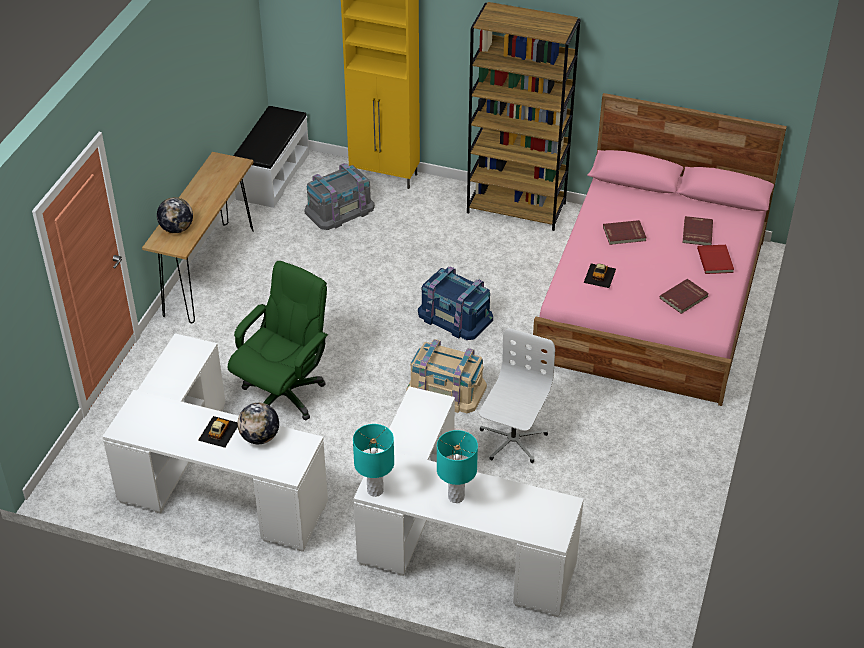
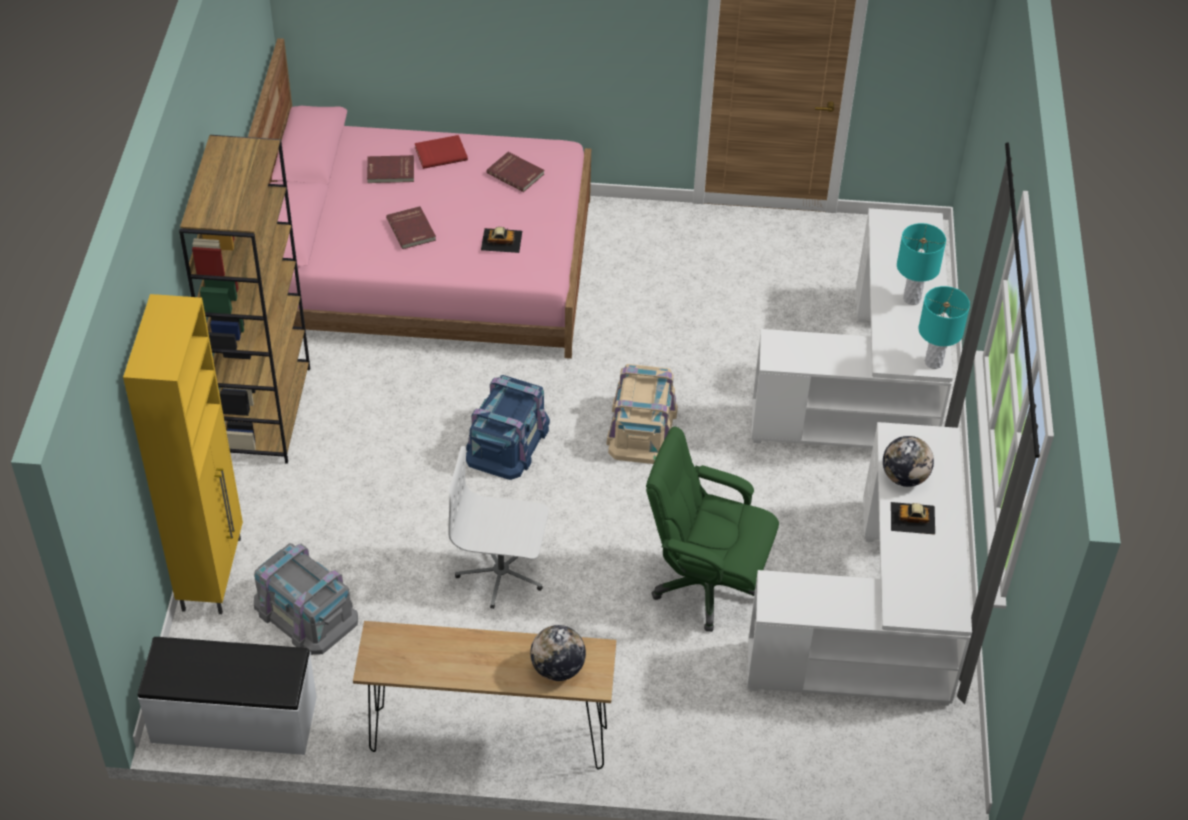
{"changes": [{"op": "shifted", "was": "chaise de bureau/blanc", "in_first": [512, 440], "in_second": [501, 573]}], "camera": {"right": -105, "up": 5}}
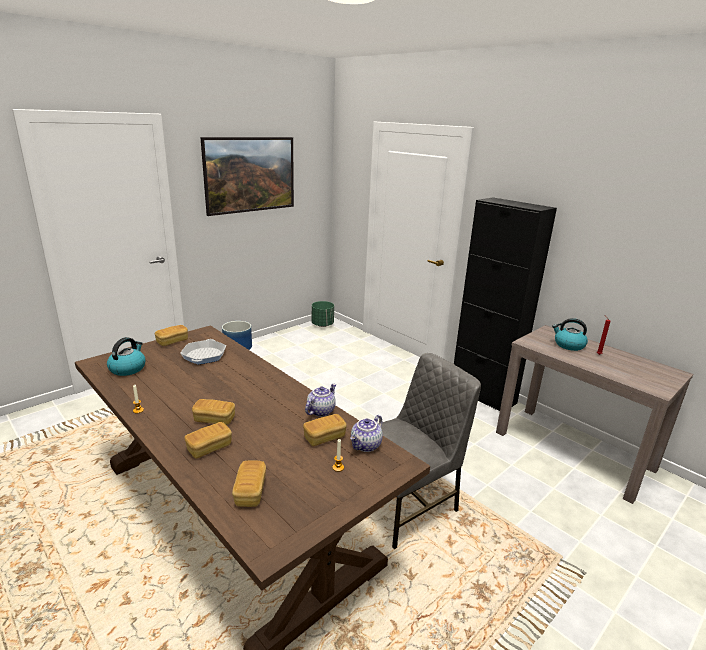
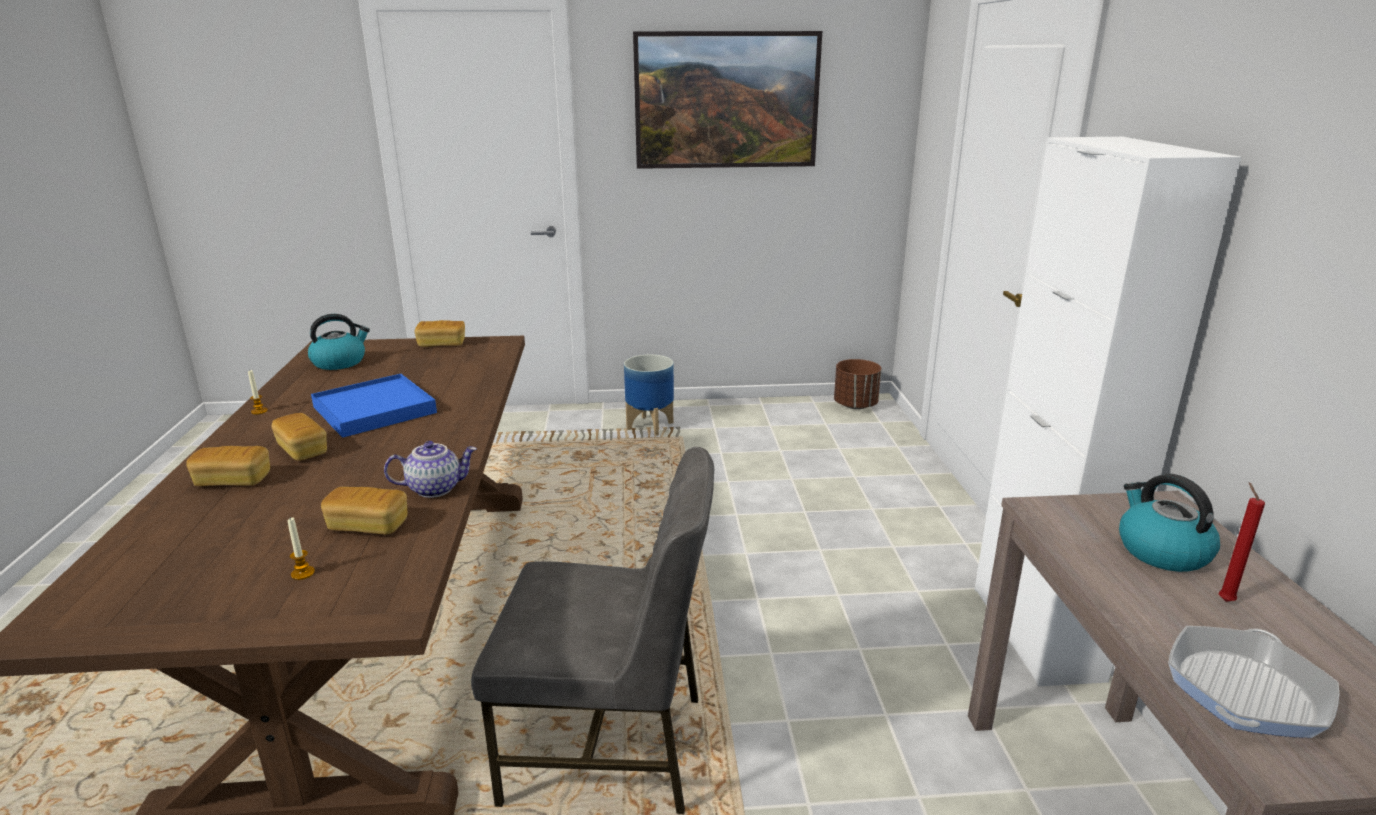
{"changes": [{"op": "shifted", "was": "poêle", "in_first": [204, 355], "in_second": [1245, 691]}, {"op": "gone", "was": "pain", "in_first": [250, 492]}, {"op": "repainted", "was": "cache-pot/vert", "now": "cache-pot/marron", "in_first": [322, 324], "in_second": [855, 405]}, {"op": "gone", "was": "théière", "in_first": [366, 446]}, {"op": "repainted", "was": "meuble de rangement/noir", "now": "meuble de rangement/blanc", "in_first": [483, 395], "in_second": [1036, 632]}, {"op": "new", "now": "plateau/bleu", "in_second": [374, 410]}], "camera": {"right": 40, "up": 0}}
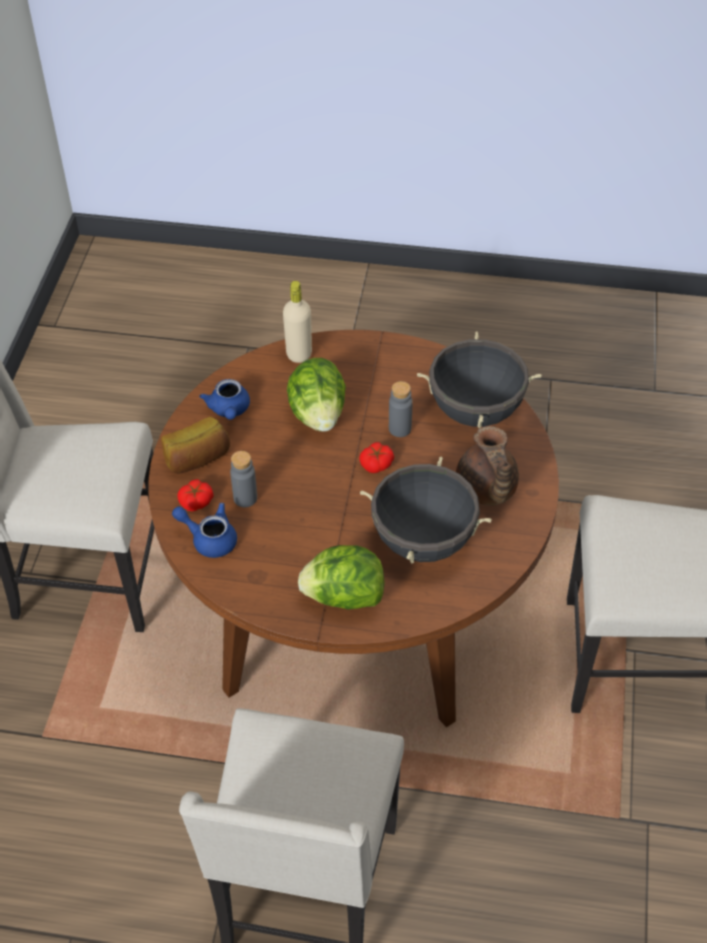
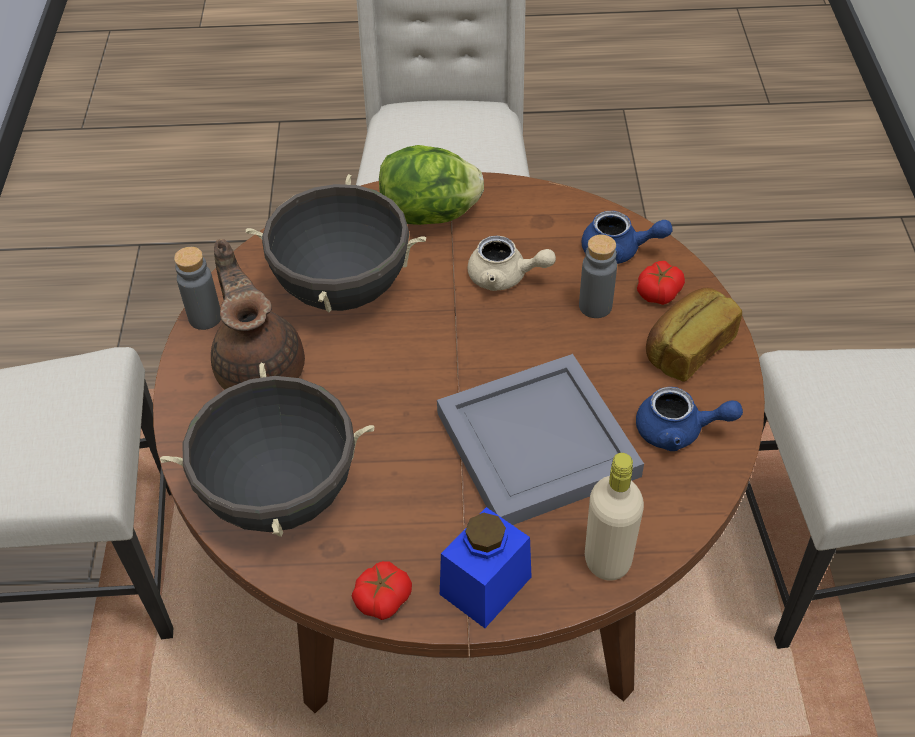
{"changes": [{"op": "rotated", "was": "théière/bleu", "in_first": [229, 410], "in_second": [678, 431], "clockwise": 120}, {"op": "swapped", "was": "laitue", "now": "plateau/gris", "in_first": [318, 414], "in_second": [535, 447]}, {"op": "shifted", "was": "tomate", "in_first": [376, 464], "in_second": [382, 598]}, {"op": "shifted", "was": "bouteille/gris", "in_first": [400, 428], "in_second": [205, 317]}, {"op": "new", "now": "bocal/bleu", "in_second": [485, 585]}, {"op": "new", "now": "théière/beige", "in_second": [505, 277]}], "camera": {"right": 170, "up": 0}}
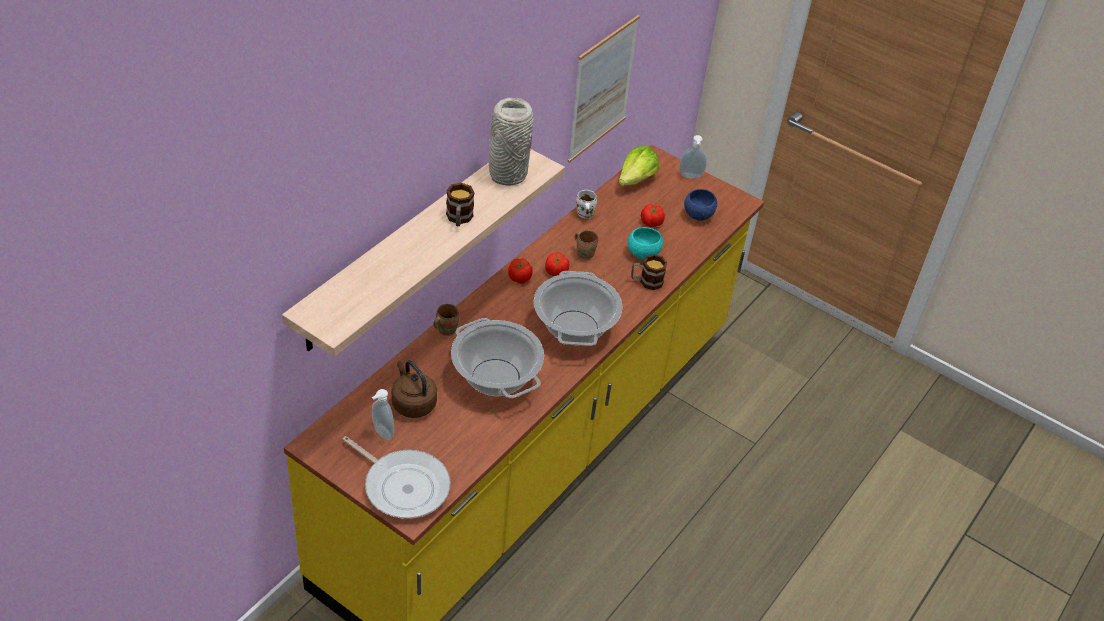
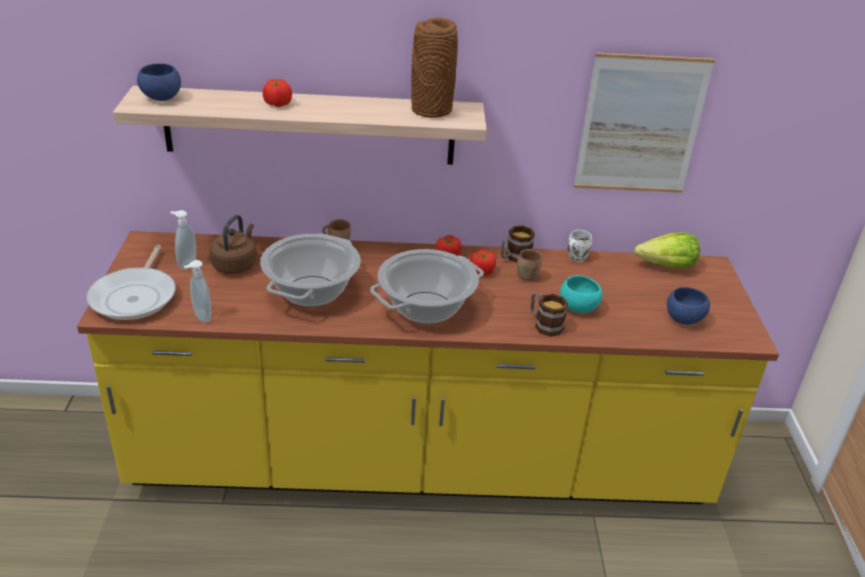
{"changes": [{"op": "shifted", "was": "mug", "in_first": [459, 219], "in_second": [514, 257]}, {"op": "repainted", "was": "vase/gris", "now": "vase/marron", "in_first": [506, 174], "in_second": [431, 110]}, {"op": "shifted", "was": "tomate", "in_first": [651, 222], "in_second": [277, 104]}, {"op": "shifted", "was": "distributeur de savon", "in_first": [690, 177], "in_second": [201, 317]}, {"op": "new", "now": "bol/bleu", "in_second": [161, 98]}], "camera": {"right": 55, "up": -10}}
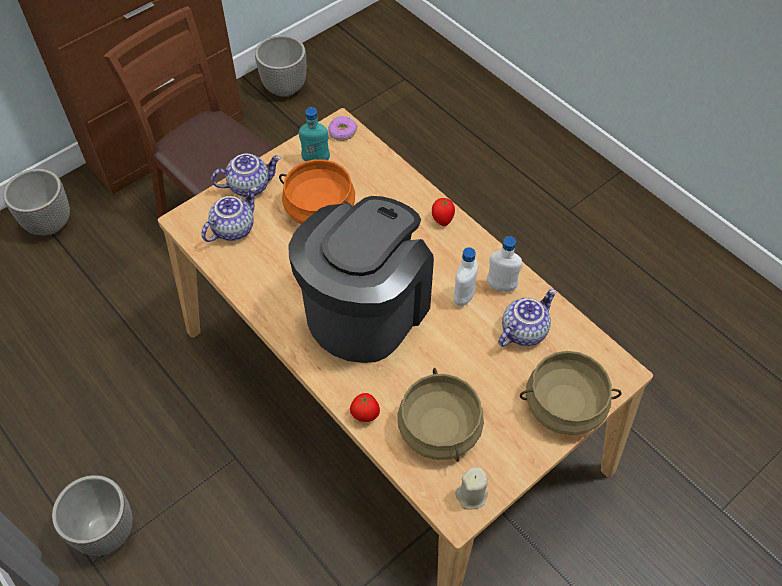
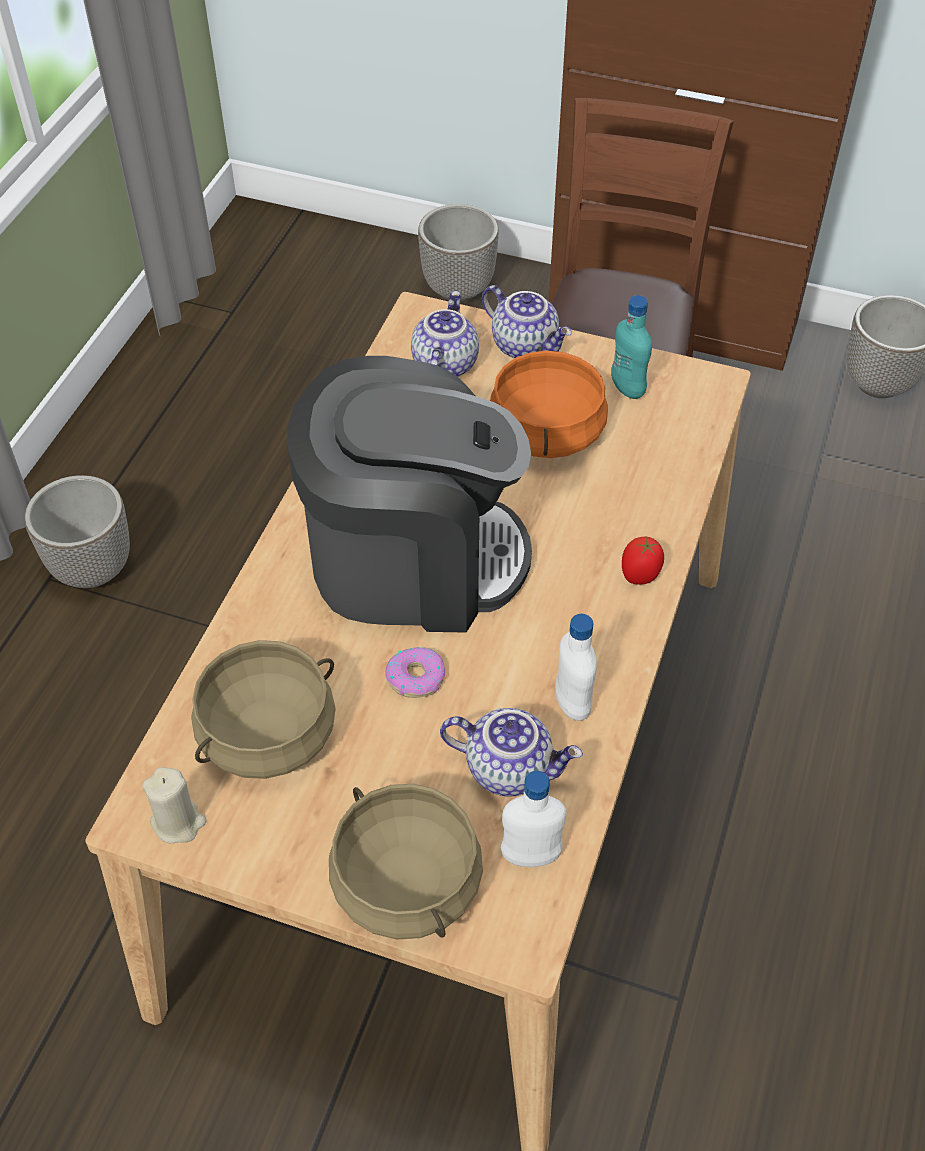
{"changes": [{"op": "rotated", "was": "théière", "in_first": [233, 228], "in_second": [443, 364], "clockwise": -90}, {"op": "shifted", "was": "beignet", "in_first": [342, 131], "in_second": [415, 677]}, {"op": "gone", "was": "tomate", "in_first": [365, 415]}, {"op": "shifted", "was": "bouteille/blanc", "in_first": [463, 297], "in_second": [531, 856]}], "camera": {"right": 60, "up": -5}}
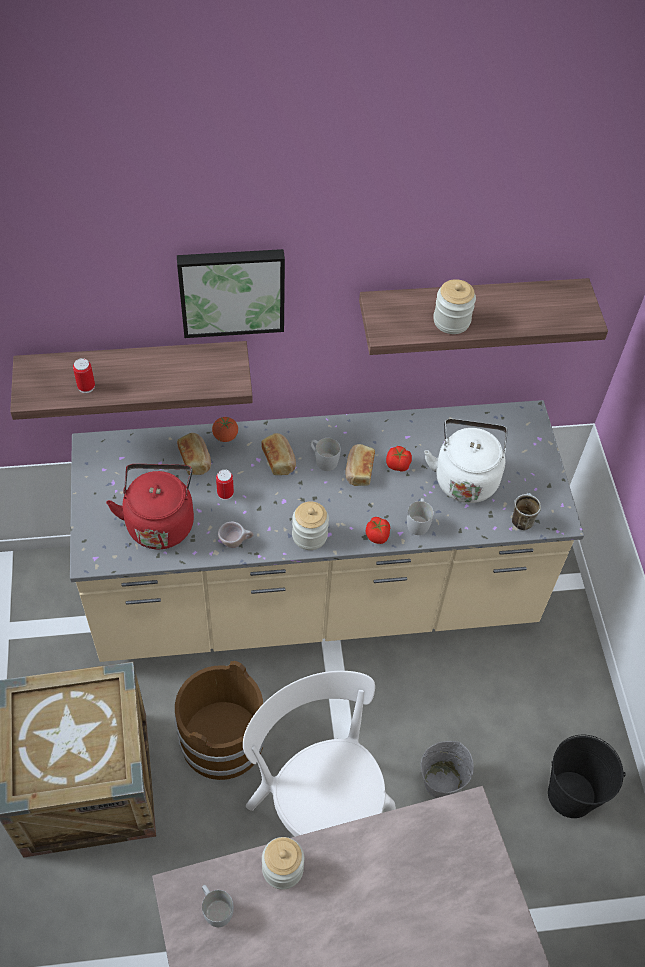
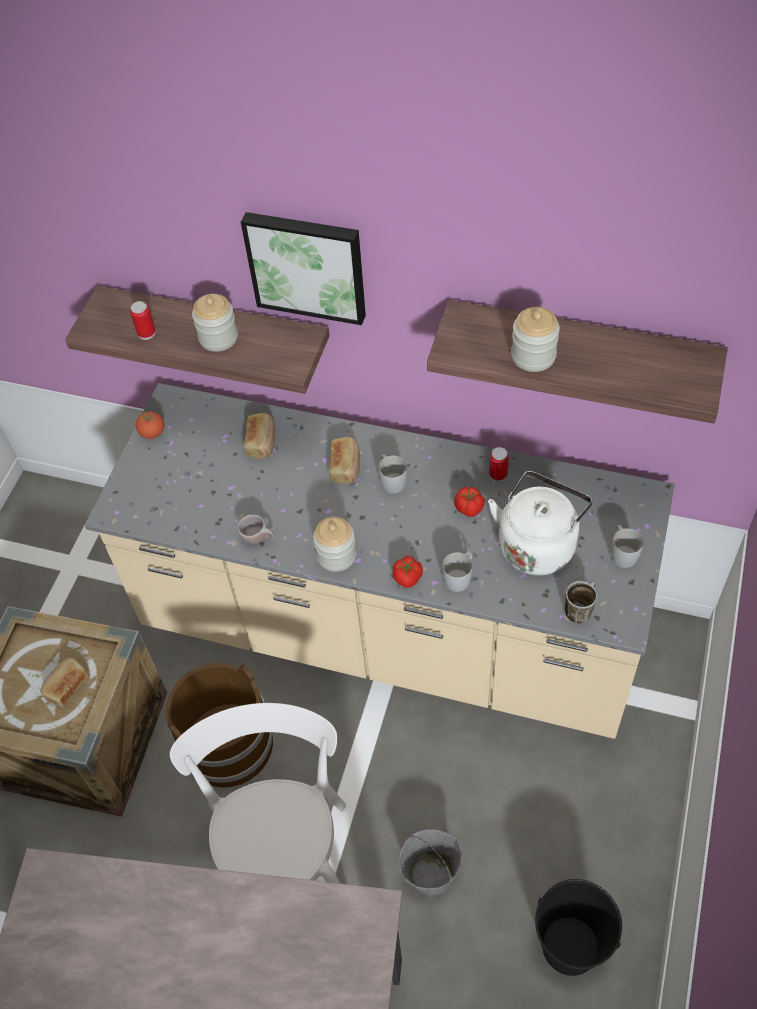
{"changes": [{"op": "gone", "was": "bouilloire/rouge", "in_first": [160, 521]}, {"op": "shifted", "was": "mug/blanc", "in_first": [215, 908], "in_second": [622, 553]}, {"op": "shifted", "was": "tomate", "in_first": [225, 436], "in_second": [152, 433]}, {"op": "shifted", "was": "boîte métallique", "in_first": [225, 493], "in_second": [498, 475]}, {"op": "shifted", "was": "bocal", "in_first": [282, 869], "in_second": [218, 337]}, {"op": "shifted", "was": "pain", "in_first": [358, 471], "in_second": [66, 686]}], "camera": {"right": 30, "up": 0}}
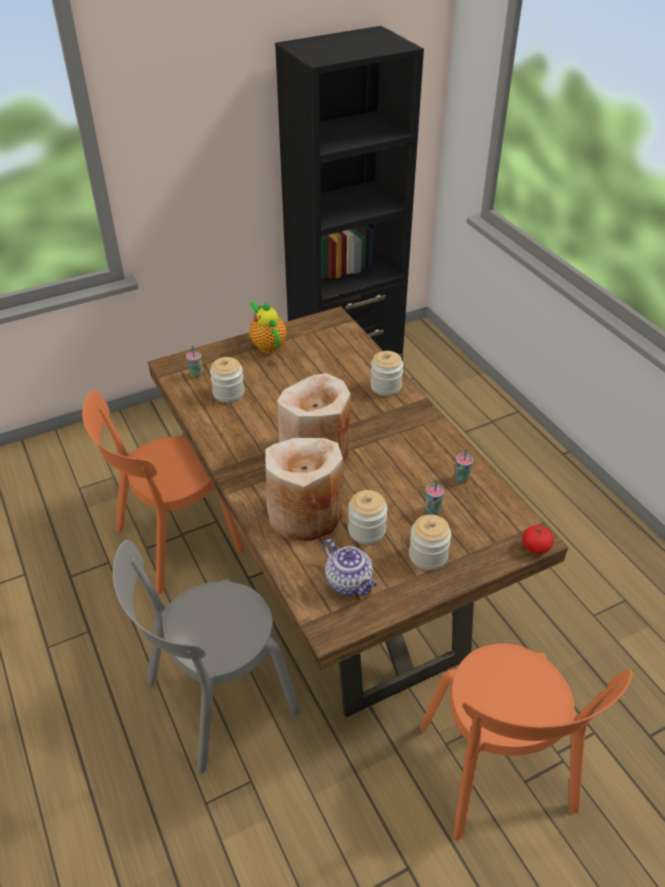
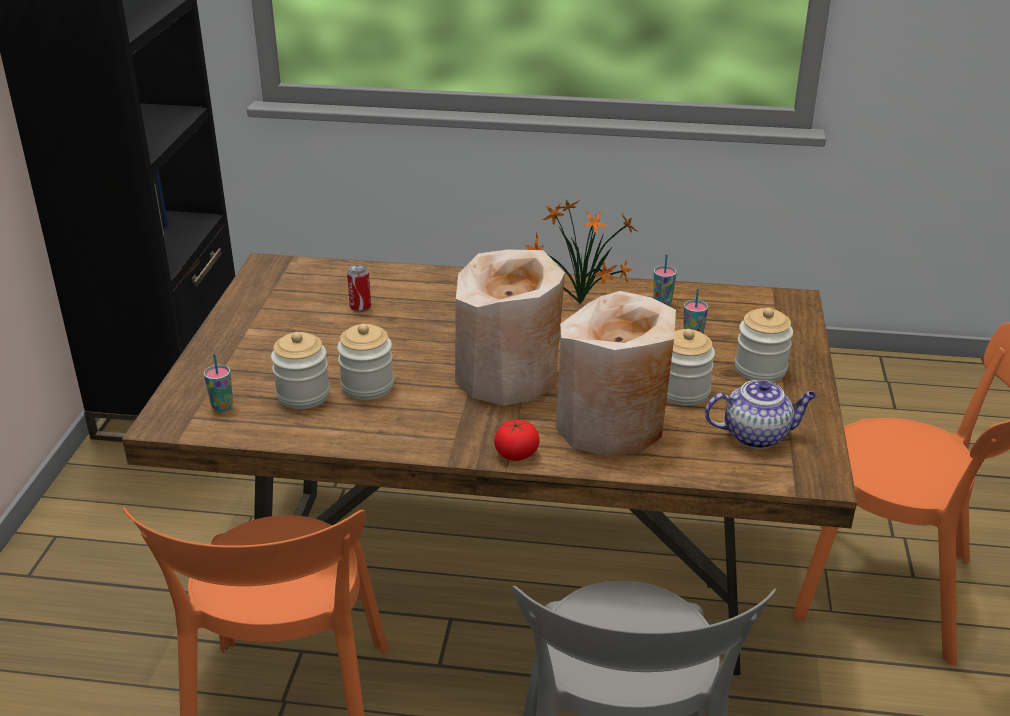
{"changes": [{"op": "gone", "was": "théière", "in_first": [267, 344]}, {"op": "shifted", "was": "bocal", "in_first": [386, 387], "in_second": [367, 386]}, {"op": "shifted", "was": "tomate", "in_first": [535, 547], "in_second": [516, 454]}, {"op": "new", "now": "boîte métallique", "in_second": [360, 307]}, {"op": "new", "now": "plante en pot", "in_second": [577, 304]}], "camera": {"right": -55, "up": -10}}
